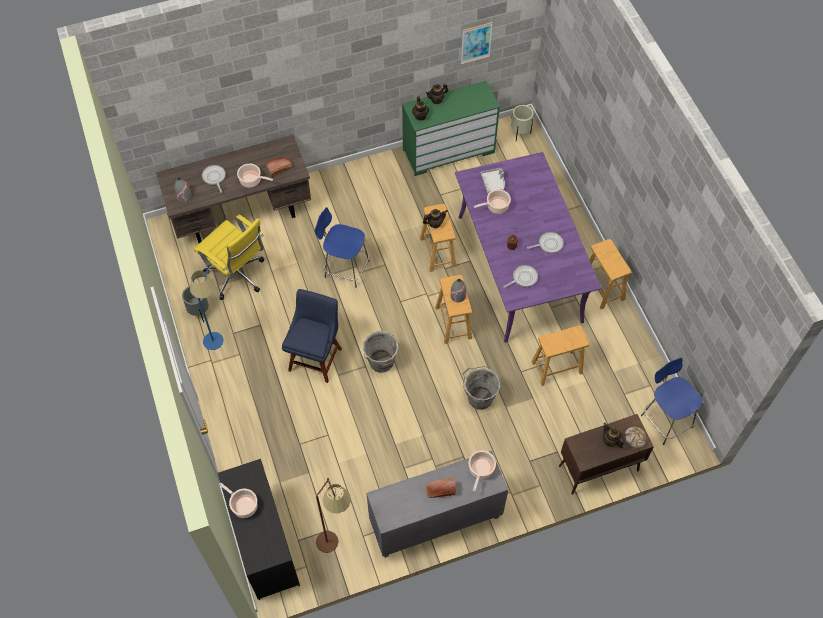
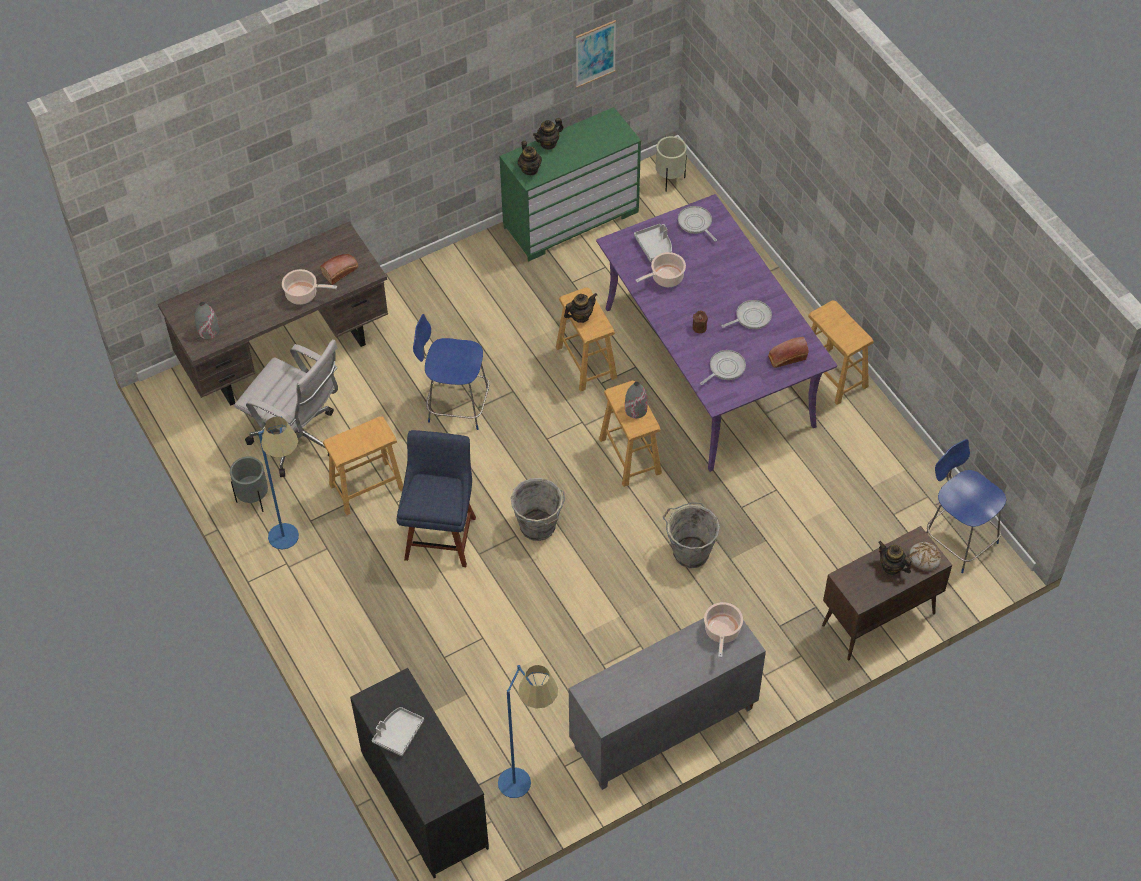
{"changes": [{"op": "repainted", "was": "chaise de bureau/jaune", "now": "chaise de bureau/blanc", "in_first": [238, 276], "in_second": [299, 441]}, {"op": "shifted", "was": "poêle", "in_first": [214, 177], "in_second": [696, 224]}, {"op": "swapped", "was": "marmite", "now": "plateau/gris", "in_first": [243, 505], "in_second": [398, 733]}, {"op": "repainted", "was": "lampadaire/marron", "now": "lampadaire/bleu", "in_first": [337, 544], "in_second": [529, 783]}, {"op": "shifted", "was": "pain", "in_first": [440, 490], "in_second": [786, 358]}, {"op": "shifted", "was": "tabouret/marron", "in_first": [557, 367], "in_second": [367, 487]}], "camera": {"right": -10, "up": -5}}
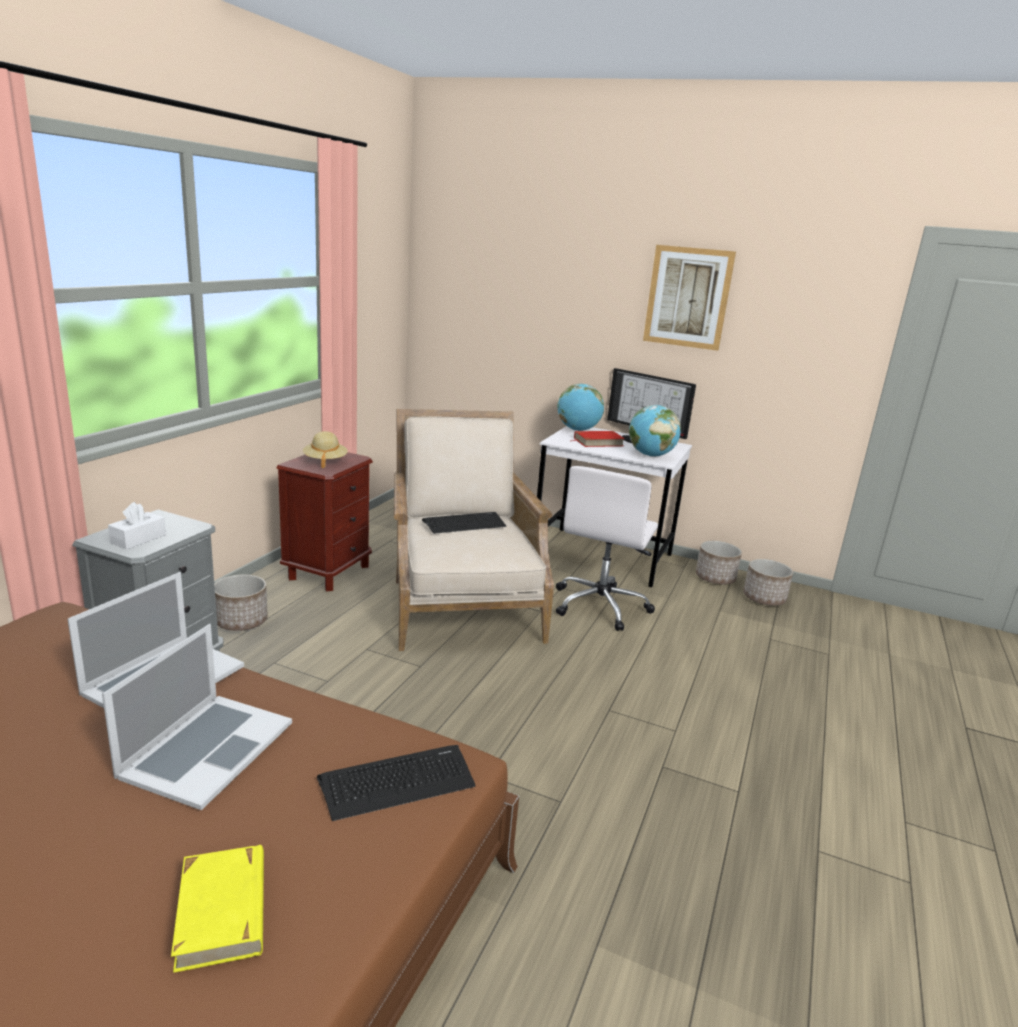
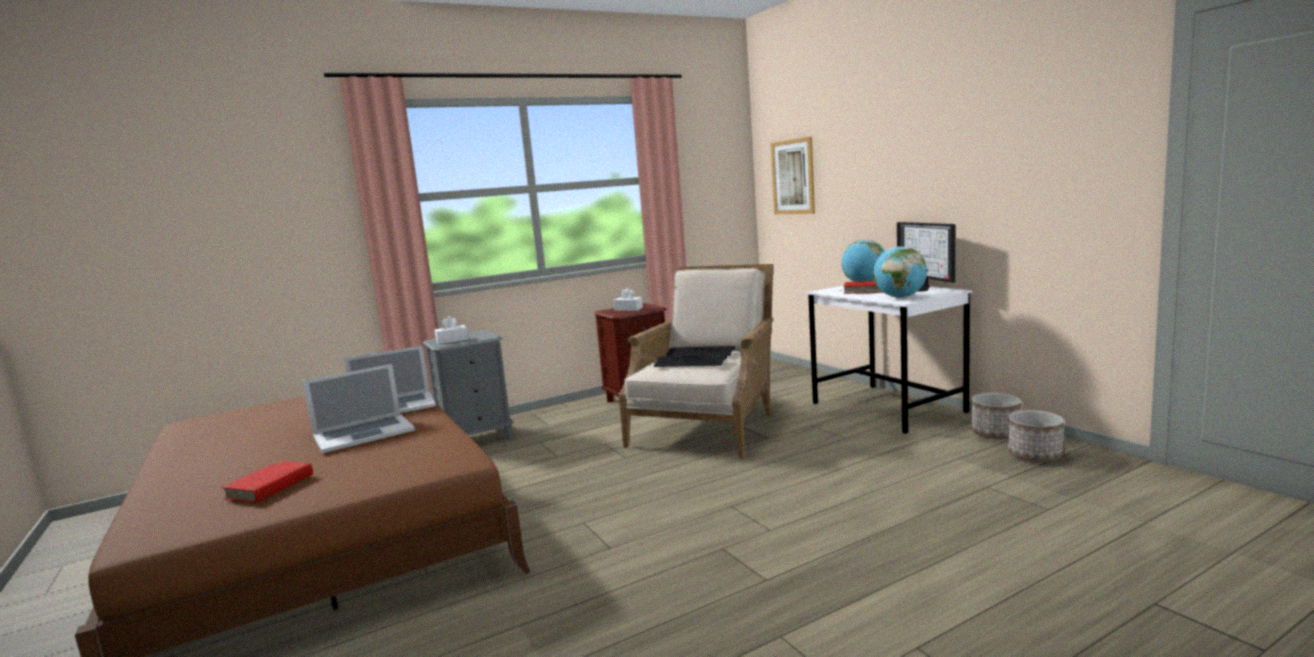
{"changes": [{"op": "repainted", "was": "livre/jaune", "now": "livre/rouge", "in_first": [223, 910], "in_second": [270, 486]}, {"op": "gone", "was": "cache-pot", "in_first": [241, 622]}, {"op": "swapped", "was": "chapeau/beige", "now": "boîte à mouchoirs/blanc", "in_first": [325, 461], "in_second": [628, 309]}, {"op": "shifted", "was": "clavier", "in_first": [397, 782], "in_second": [690, 362]}, {"op": "gone", "was": "chaise de bureau/blanc", "in_first": [601, 605]}, {"op": "shifted", "was": "tableau", "in_first": [688, 297], "in_second": [793, 177]}], "camera": {"right": 40, "up": -10}}
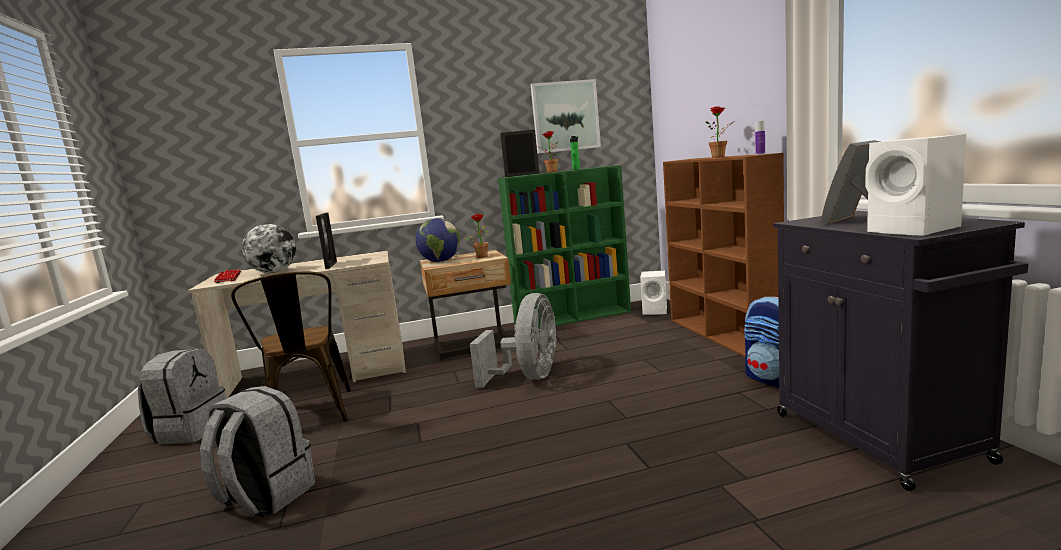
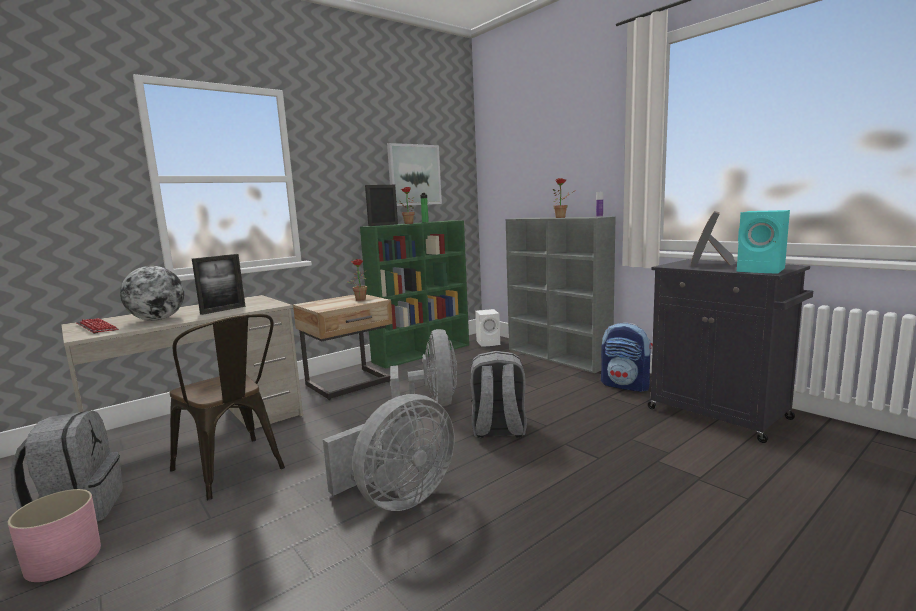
{"changes": [{"op": "shifted", "was": "sac à dos/gris", "in_first": [265, 497], "in_second": [498, 430]}, {"op": "rotated", "was": "cadre photo", "in_first": [331, 265], "in_second": [223, 310], "clockwise": 75}, {"op": "gone", "was": "globe", "in_first": [440, 261]}, {"op": "repainted", "was": "bibliothèque/marron", "now": "bibliothèque/gris", "in_first": [723, 335], "in_second": [558, 357]}, {"op": "repainted", "was": "enceinte/blanc", "now": "enceinte/turquoise", "in_first": [915, 230], "in_second": [762, 270]}, {"op": "new", "now": "cache-pot/rose", "in_second": [63, 559]}, {"op": "new", "now": "ventilateur/gris", "in_second": [397, 499]}], "camera": {"right": -25, "up": 0}}
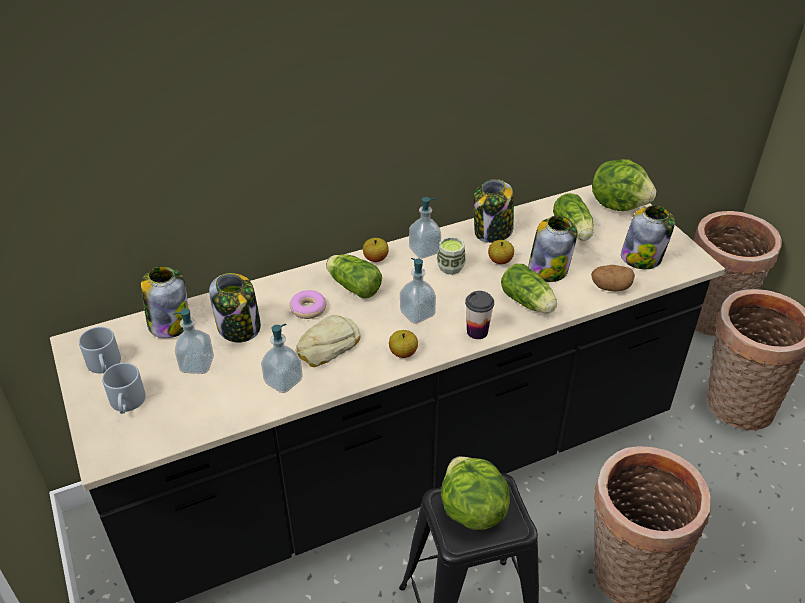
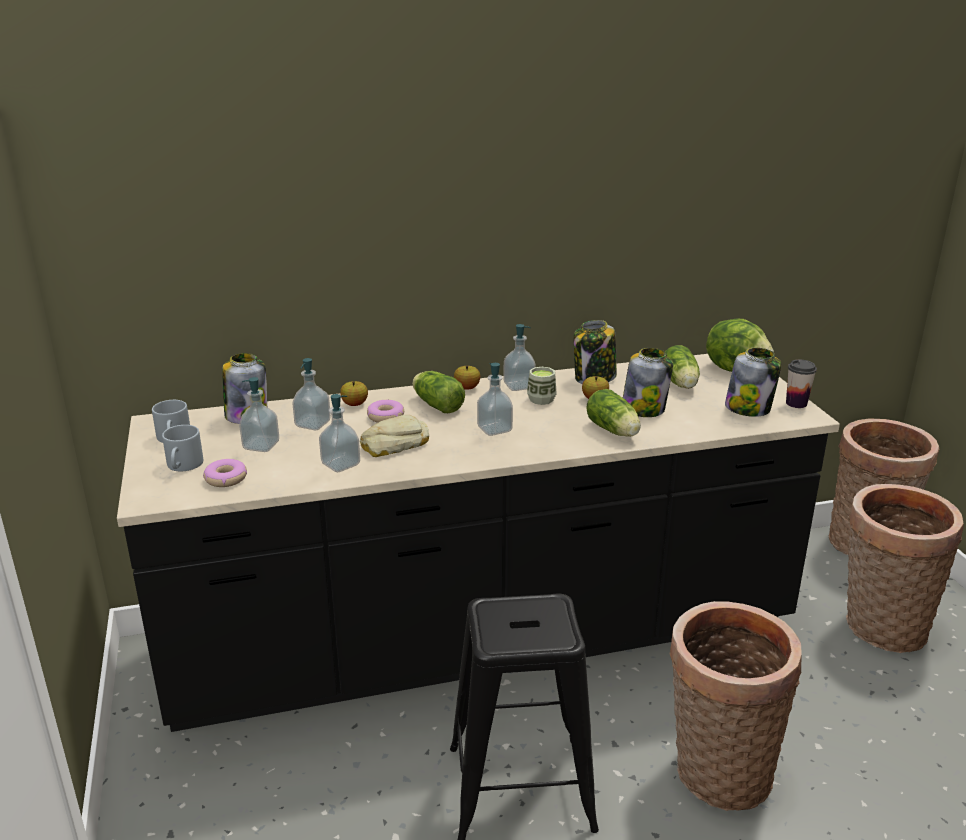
{"changes": [{"op": "swapped", "was": "bocal", "now": "distributeur de savon", "in_first": [239, 328], "in_second": [313, 424]}, {"op": "shifted", "was": "pomme", "in_first": [403, 353], "in_second": [354, 404]}, {"op": "gone", "was": "laitue", "in_first": [471, 510]}, {"op": "shifted", "was": "tasse", "in_first": [477, 332], "in_second": [796, 403]}, {"op": "gone", "was": "pomme de terre", "in_first": [610, 287]}, {"op": "new", "now": "beignet", "in_second": [225, 479]}], "camera": {"right": 10, "up": -15}}
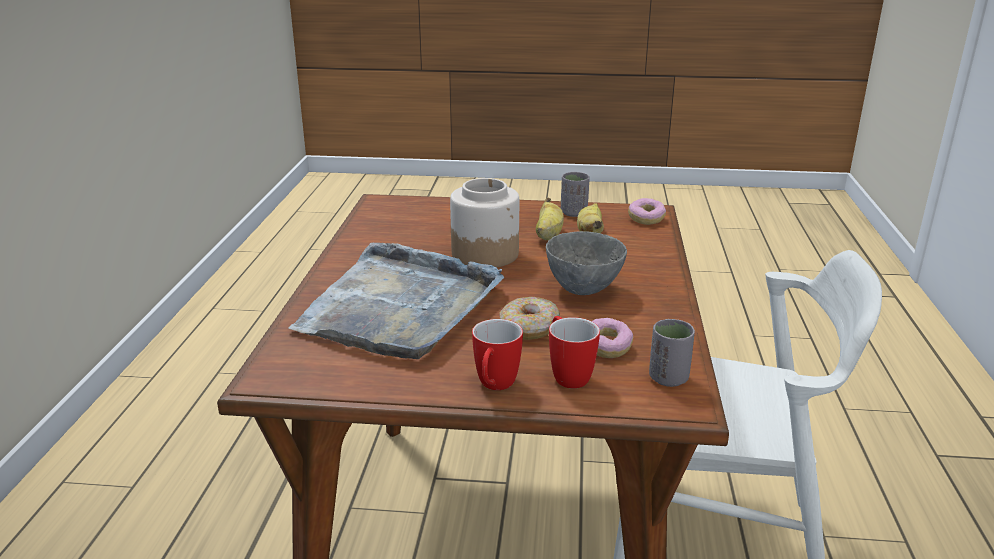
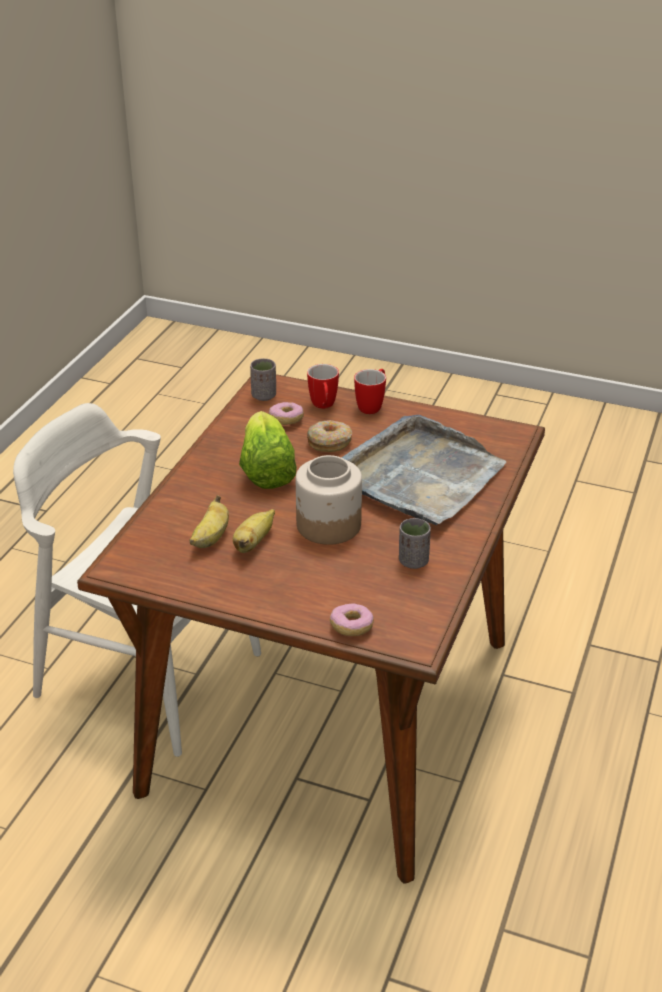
{"changes": [{"op": "swapped", "was": "bol/gris", "now": "laitue", "in_first": [584, 289], "in_second": [266, 470]}, {"op": "shifted", "was": "tasse/gris", "in_first": [574, 213], "in_second": [413, 561]}, {"op": "shifted", "was": "beignet", "in_first": [646, 219], "in_second": [351, 627]}], "camera": {"right": -165, "up": 10}}
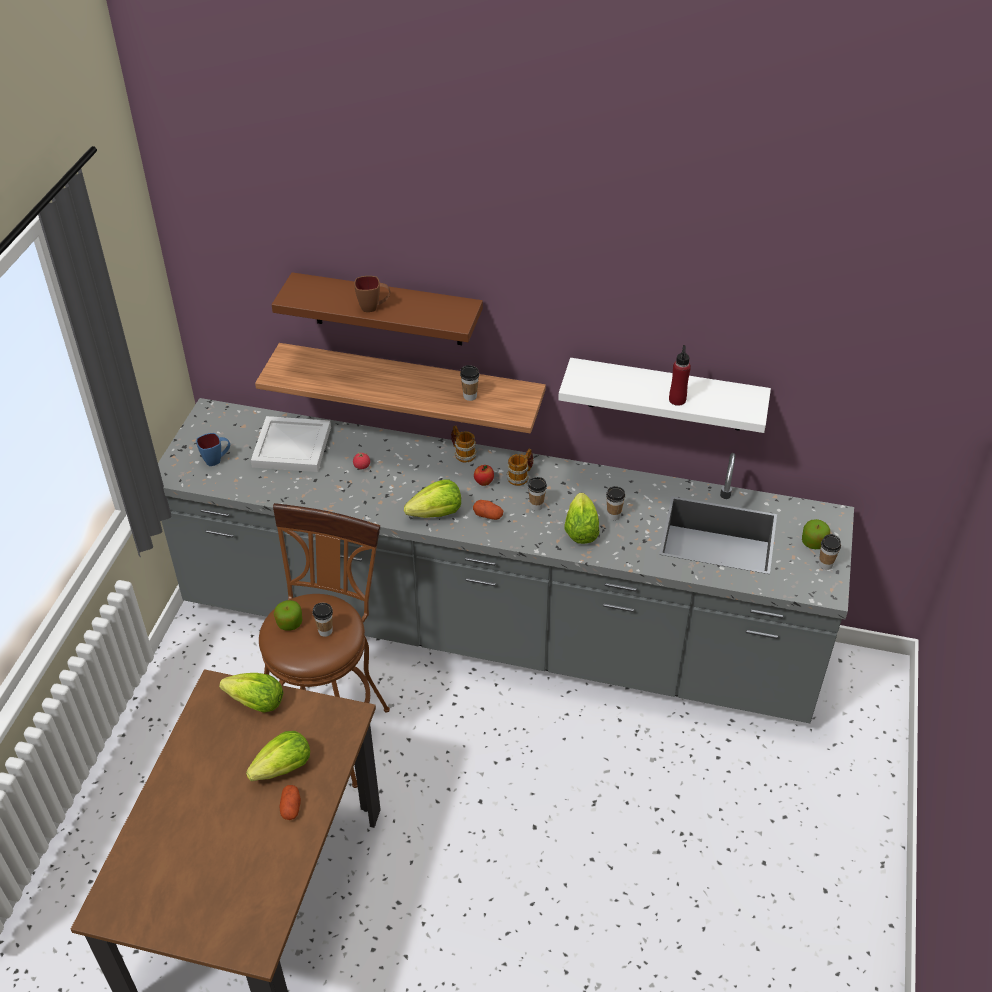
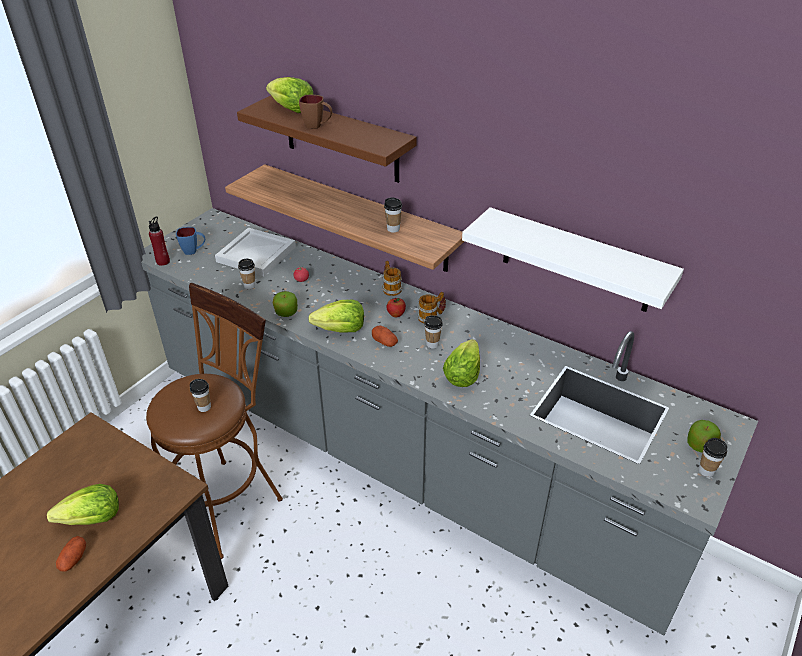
{"changes": [{"op": "shifted", "was": "laitue", "in_first": [256, 703], "in_second": [292, 110]}, {"op": "shifted", "was": "pomme", "in_first": [289, 623], "in_second": [286, 312]}, {"op": "shifted", "was": "tasse", "in_first": [613, 515], "in_second": [249, 285]}, {"op": "shifted", "was": "bouteille/rouge", "in_first": [677, 400], "in_second": [163, 261]}], "camera": {"right": 20, "up": -5}}
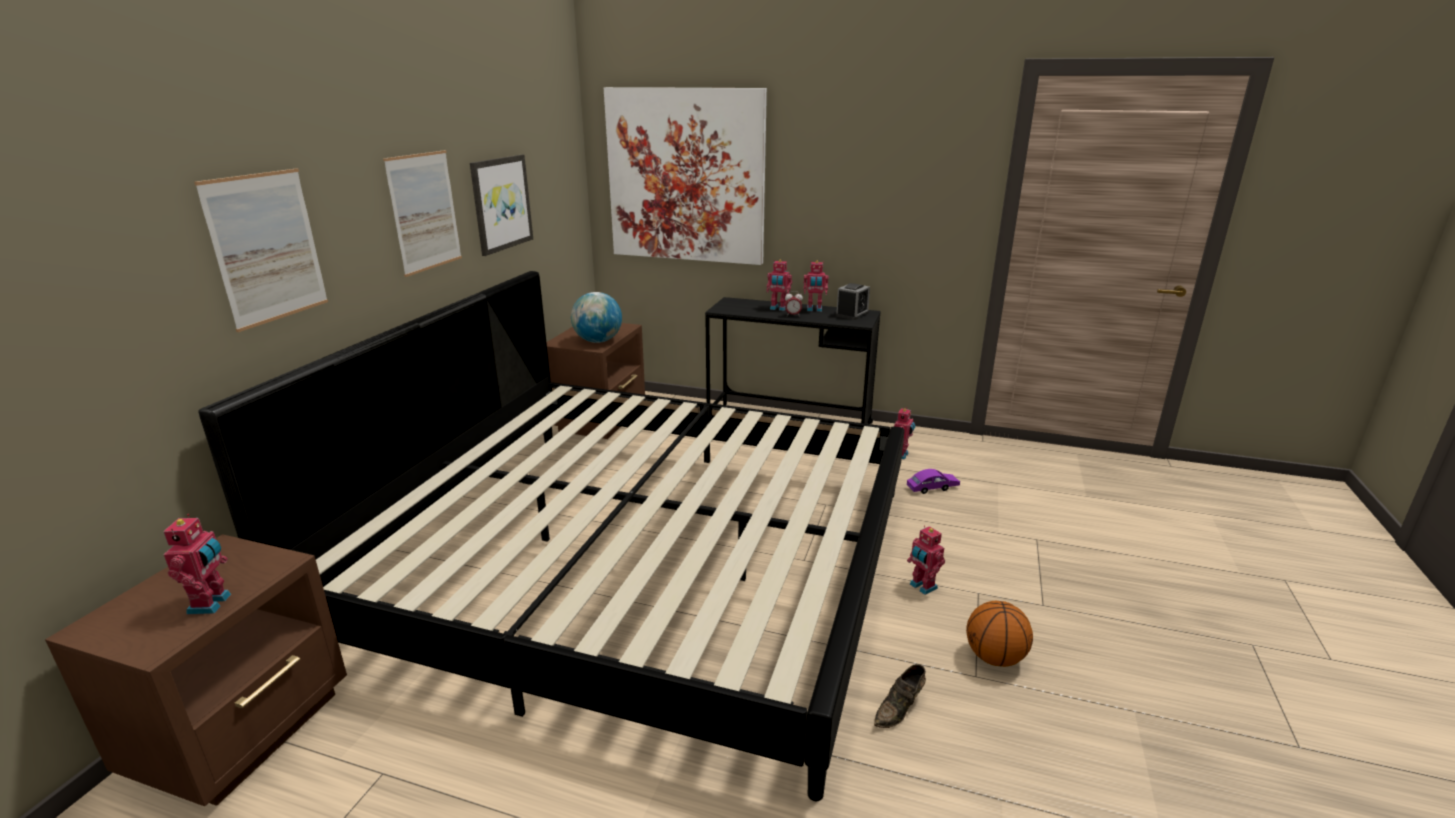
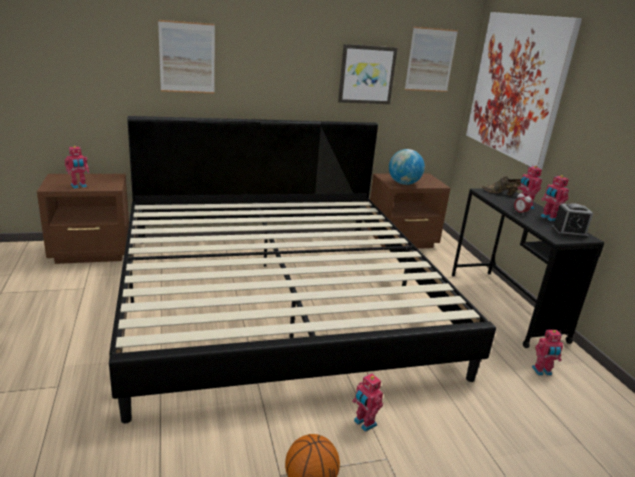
{"changes": [{"op": "shifted", "was": "tableau", "in_first": [424, 212], "in_second": [430, 60]}, {"op": "shifted", "was": "chaussure/marron", "in_first": [900, 709], "in_second": [502, 193]}, {"op": "gone", "was": "petite voiture/violet", "in_first": [932, 488]}, {"op": "rotated", "was": "robot jouet", "in_first": [922, 587], "in_second": [364, 423], "clockwise": -60}], "camera": {"right": 55, "up": 0}}
